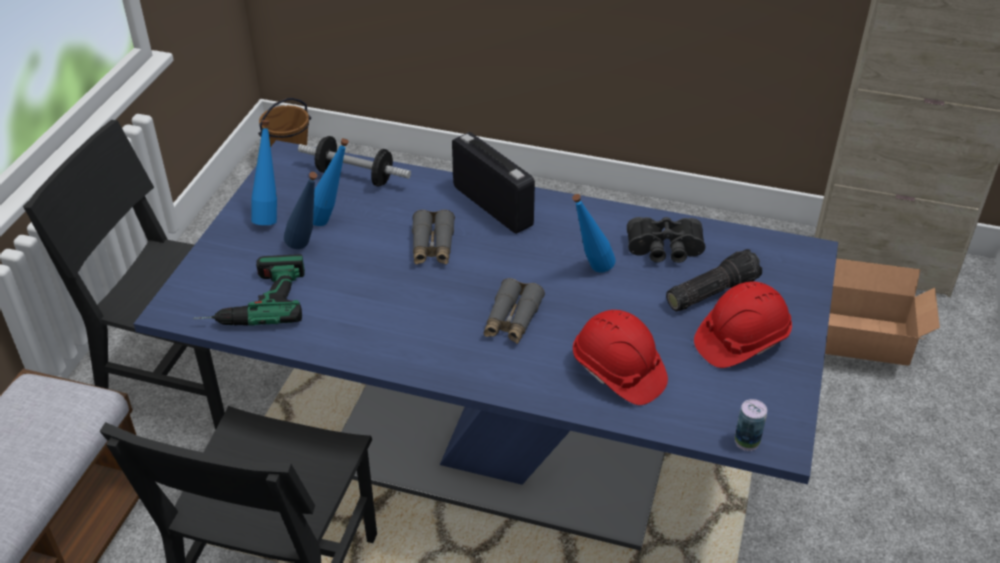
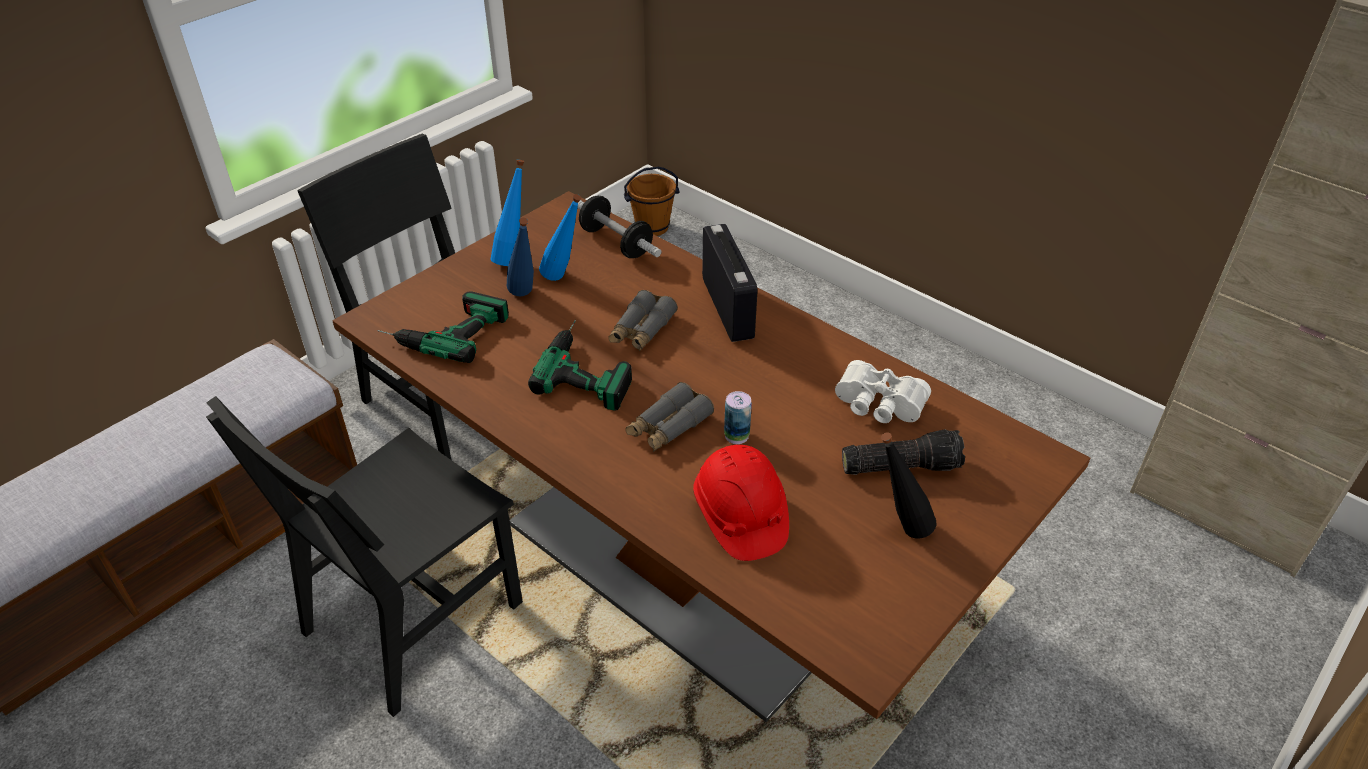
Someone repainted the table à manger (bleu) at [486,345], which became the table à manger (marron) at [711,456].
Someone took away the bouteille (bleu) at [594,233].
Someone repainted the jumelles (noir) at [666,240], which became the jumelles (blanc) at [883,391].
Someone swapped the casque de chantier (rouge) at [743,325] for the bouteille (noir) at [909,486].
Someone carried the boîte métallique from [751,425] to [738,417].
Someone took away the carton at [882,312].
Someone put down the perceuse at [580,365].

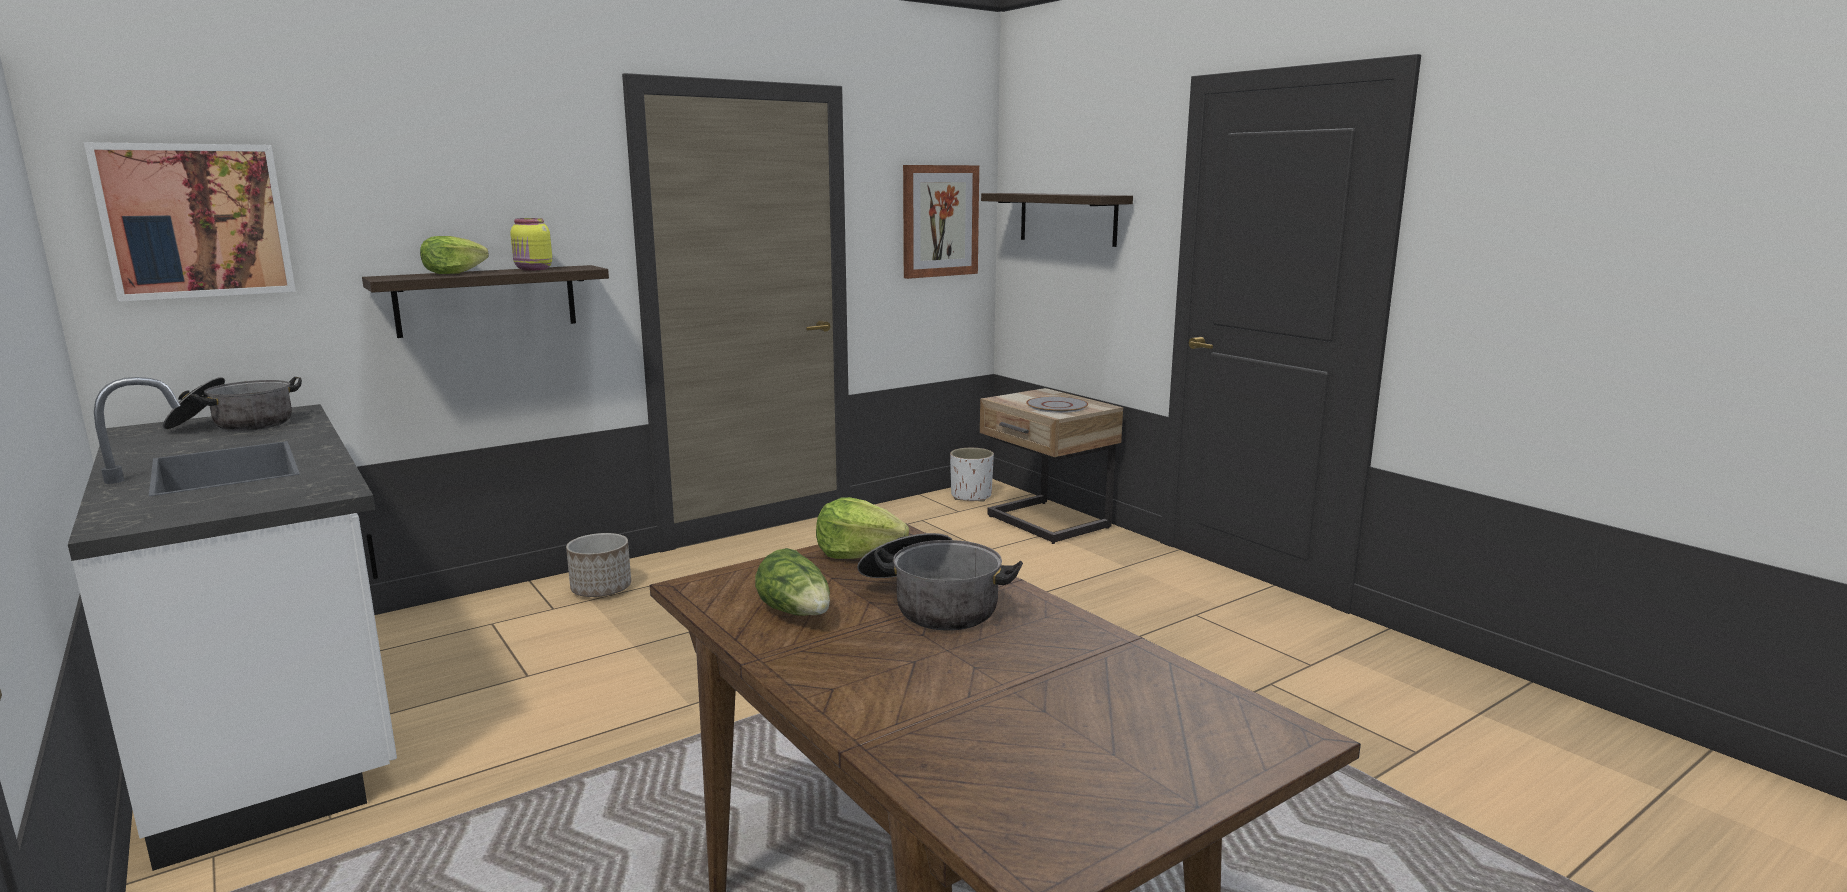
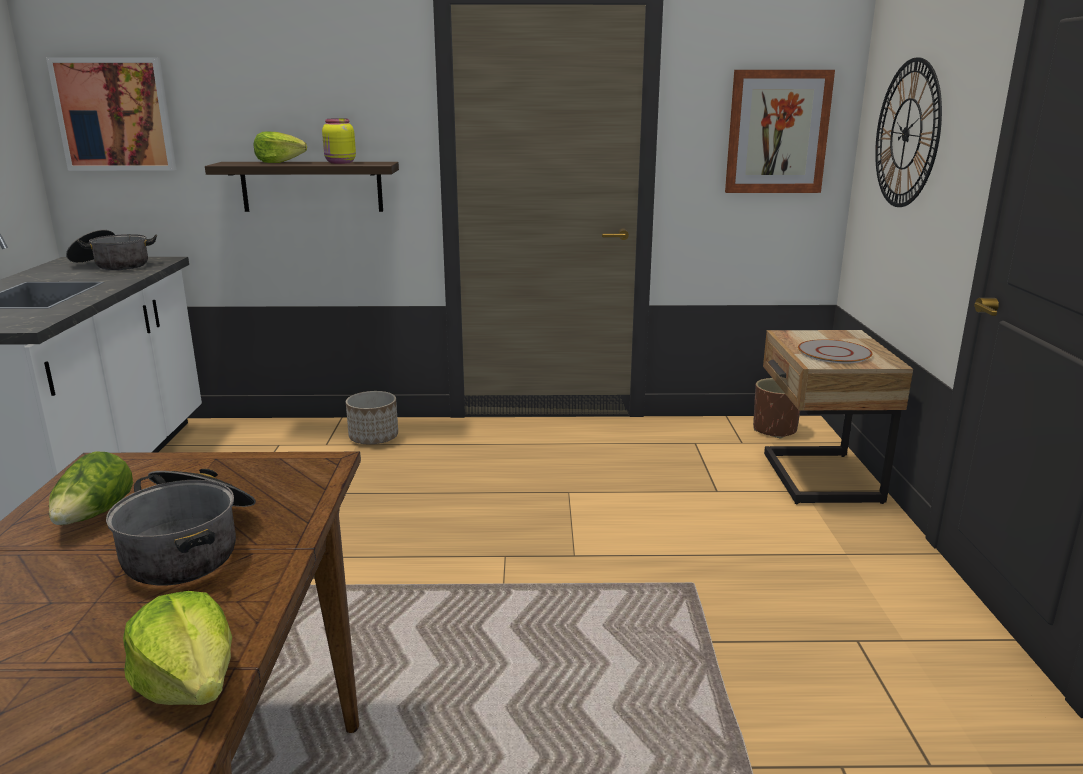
Someone carried the laitue from [862,528] to [177,648].
Someone repainted the cache-pot (blanc) at [972,475], which became the cache-pot (marron) at [776,408].
Someone swapped the étagère at [1057,220] for the horloge murale at [908,132].

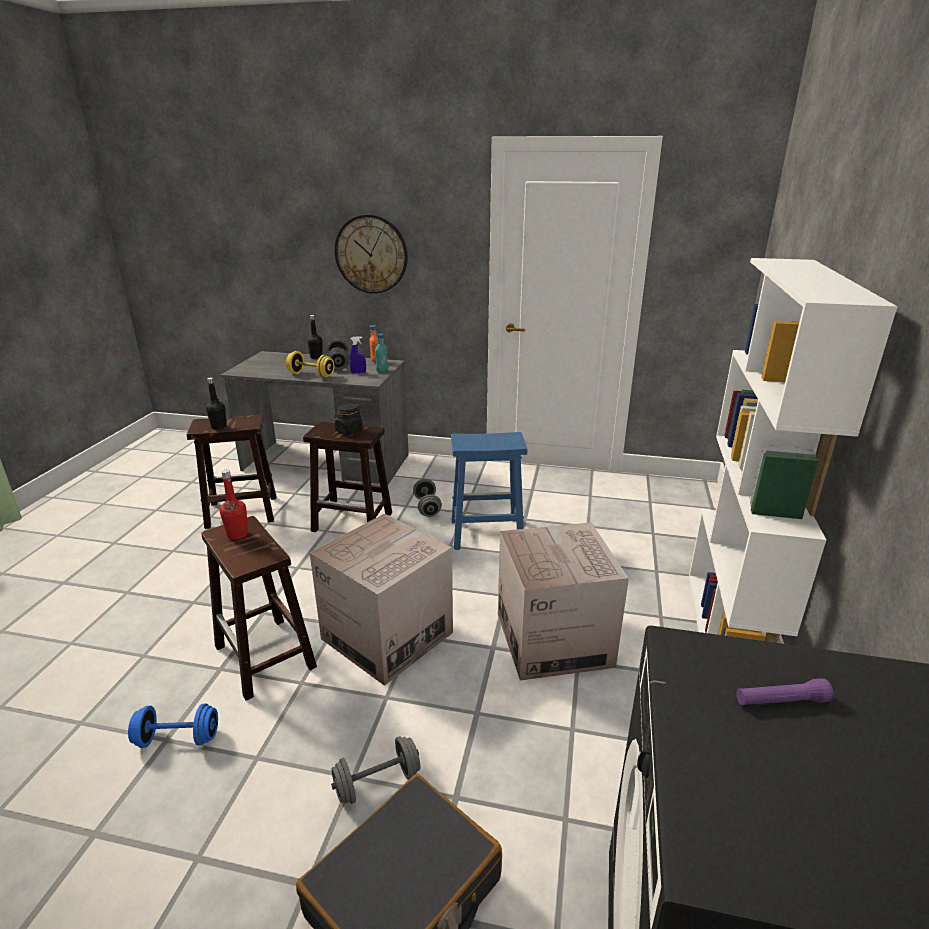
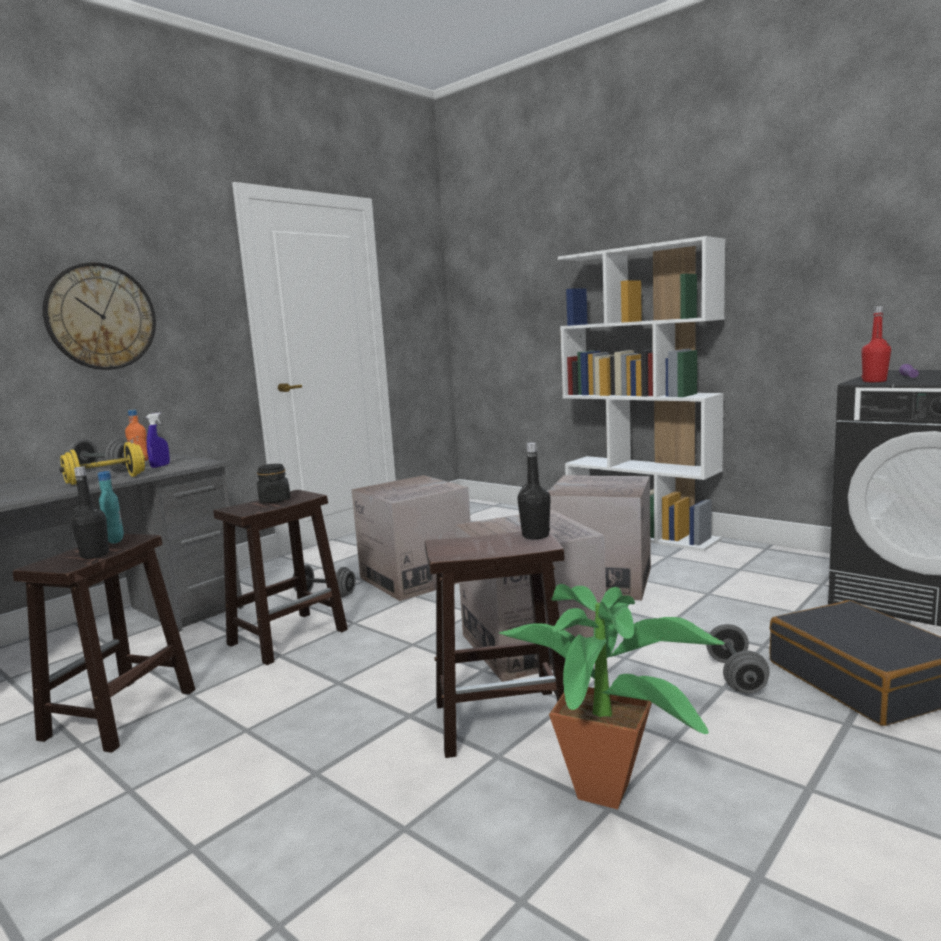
Someone swapped the haltère (bleu) at [173,726] for the plante en pot at [612,696].
Someone carried the bouteille (rouge) from [234,505] to [876,344].
Someone carried the bouteille (noir) from [315,337] to [534,490].
Someone carried the bouteille (turquoise) from [381,353] to [111,507].
Someone swapped the tabouret (bleu) at [489,491] for the carton at [411,538].

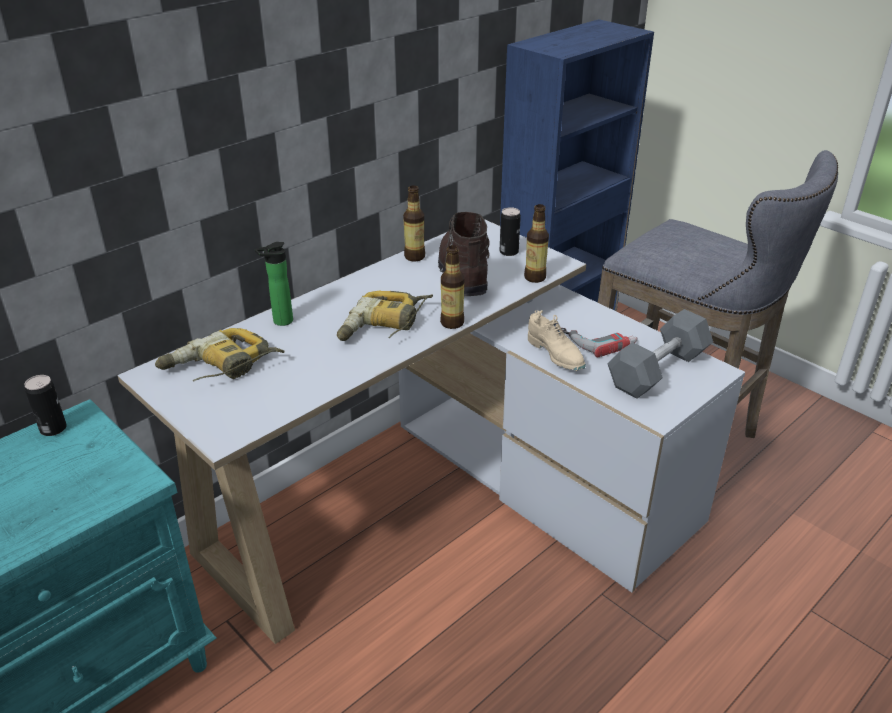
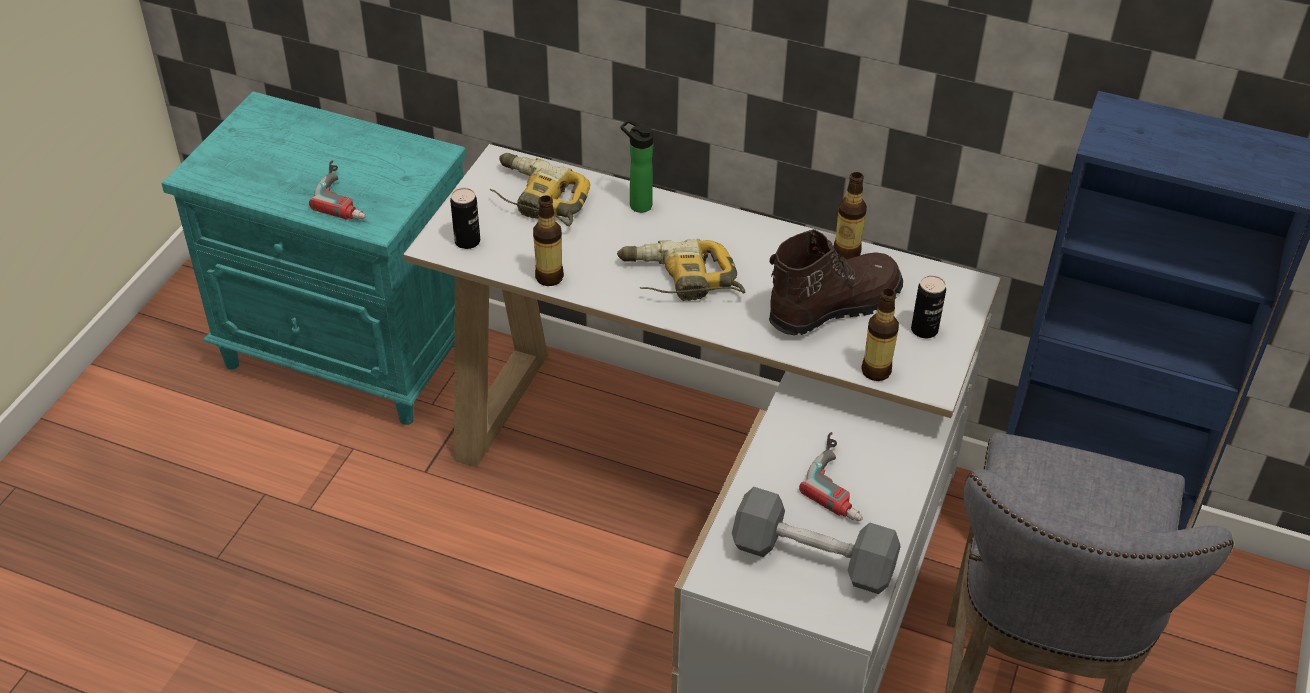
Someone carried the boîte métallique from [45,405] to [465,218].
Someone carried the bouteille from [452,287] to [548,240].
Someone took away the chaussure (beige) at [557,340].
Someone put down the perceuse at [337,190].

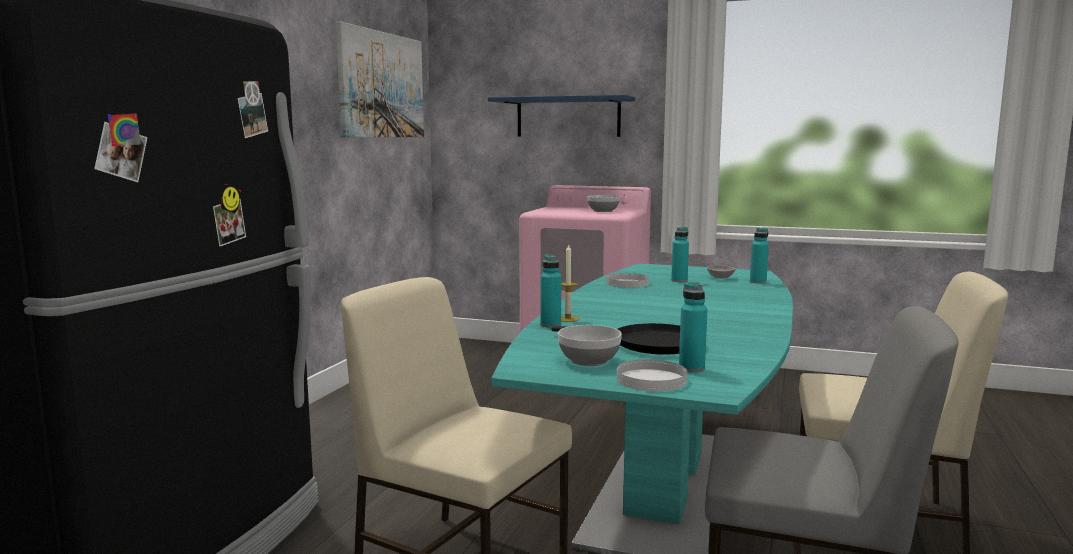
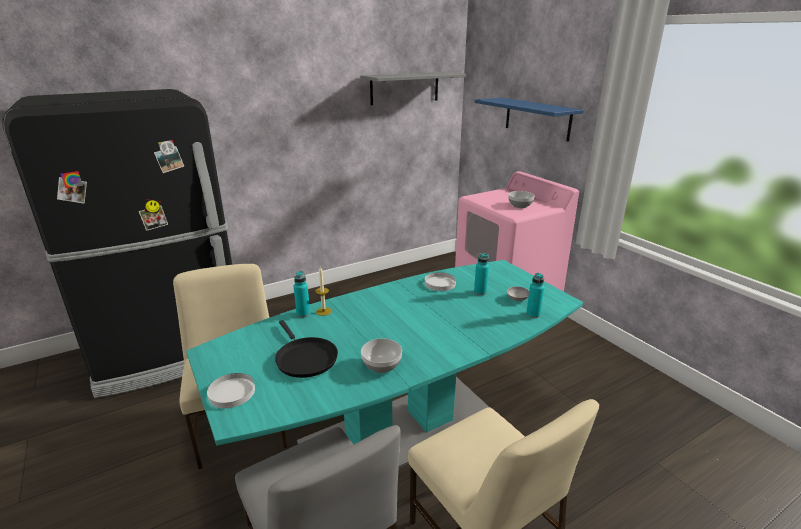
Someone swapped the tableau at [379,79] for the étagère (gris) at [413,88].
Someone carried the bol from [590,345] to [381,355].
Someone took away the bouteille (turquoise) at [693,327].

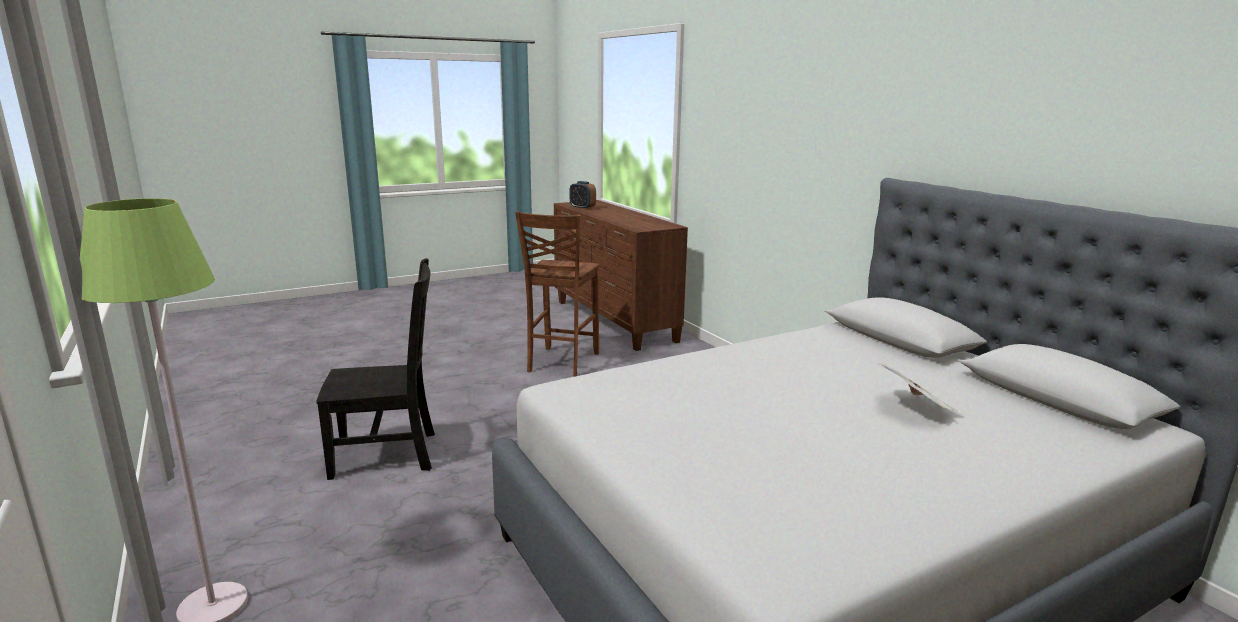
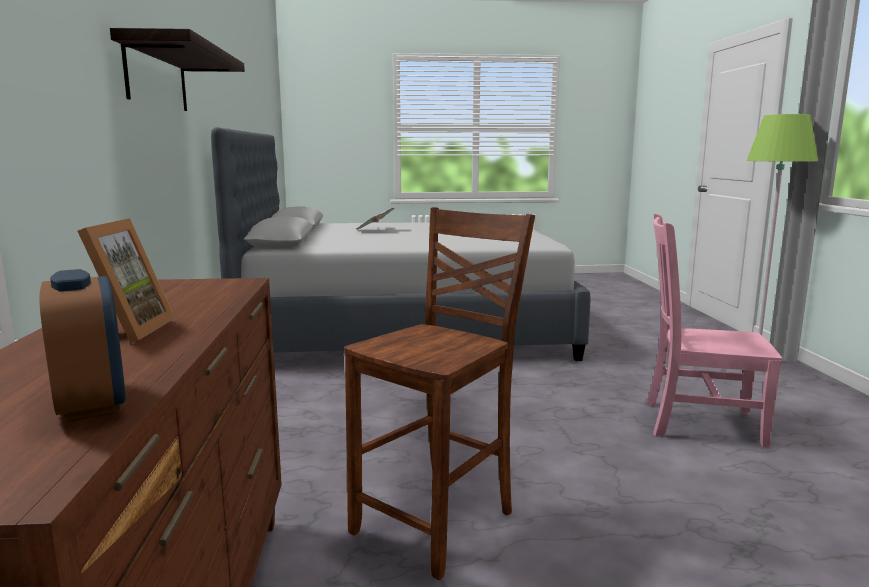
Someone repainted the chaise (noir) at [375,369], which became the chaise (rose) at [714,330].
Someone put down the cadre photo at [126,280].
Someone put up the étagère at [177,69].

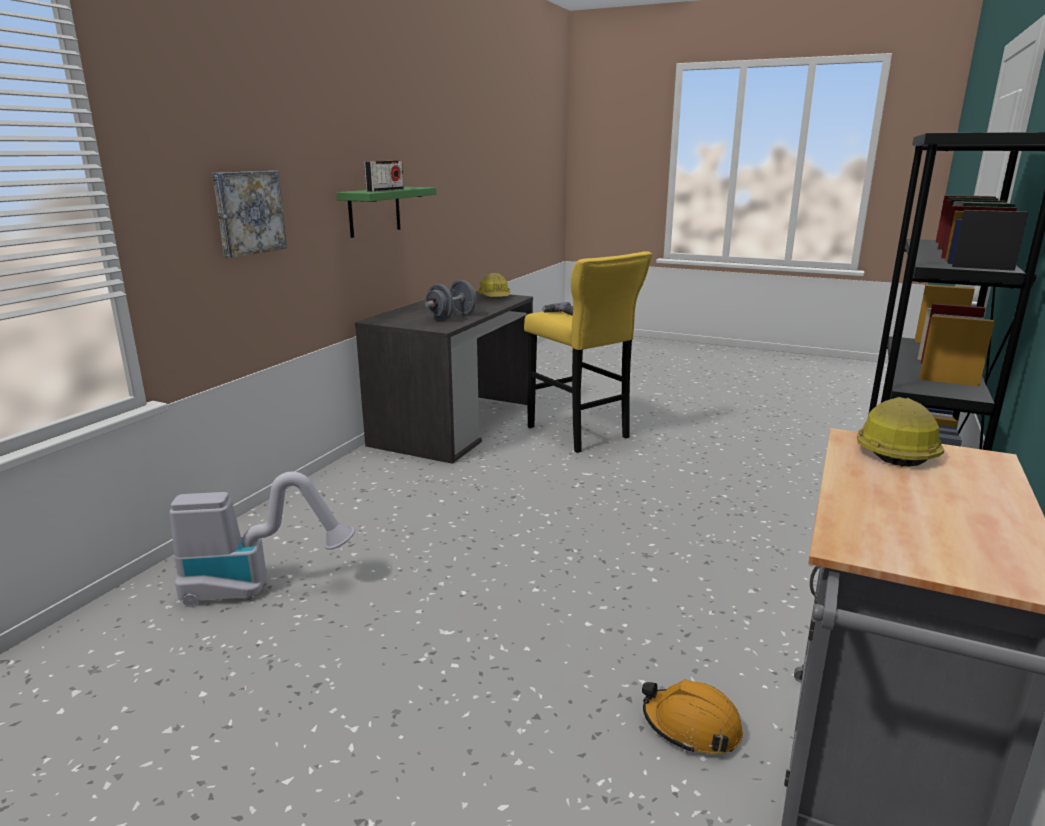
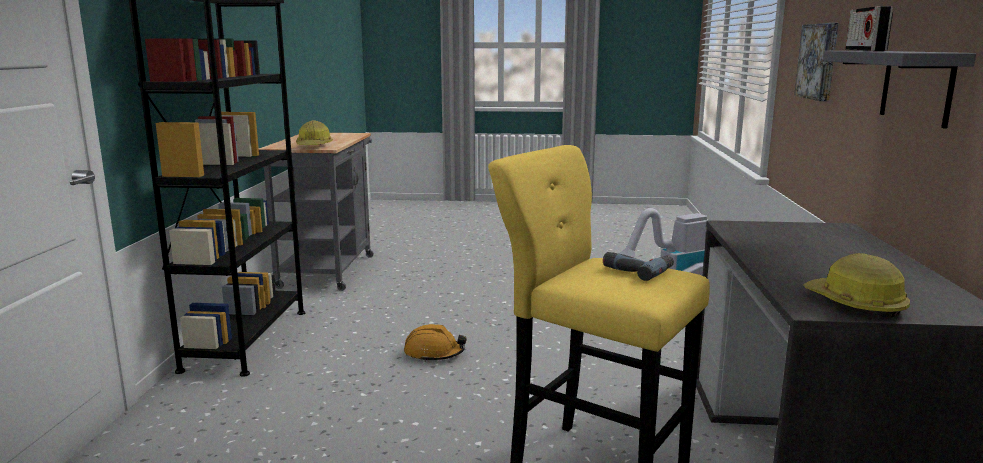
Someone repainted the étagère (vert) at [386,212], which became the étagère (gris) at [899,90].
Someone took away the haltère (gris) at [451,300].
Someone carried the casque de chantier (orange) from [692,716] to [435,343].

